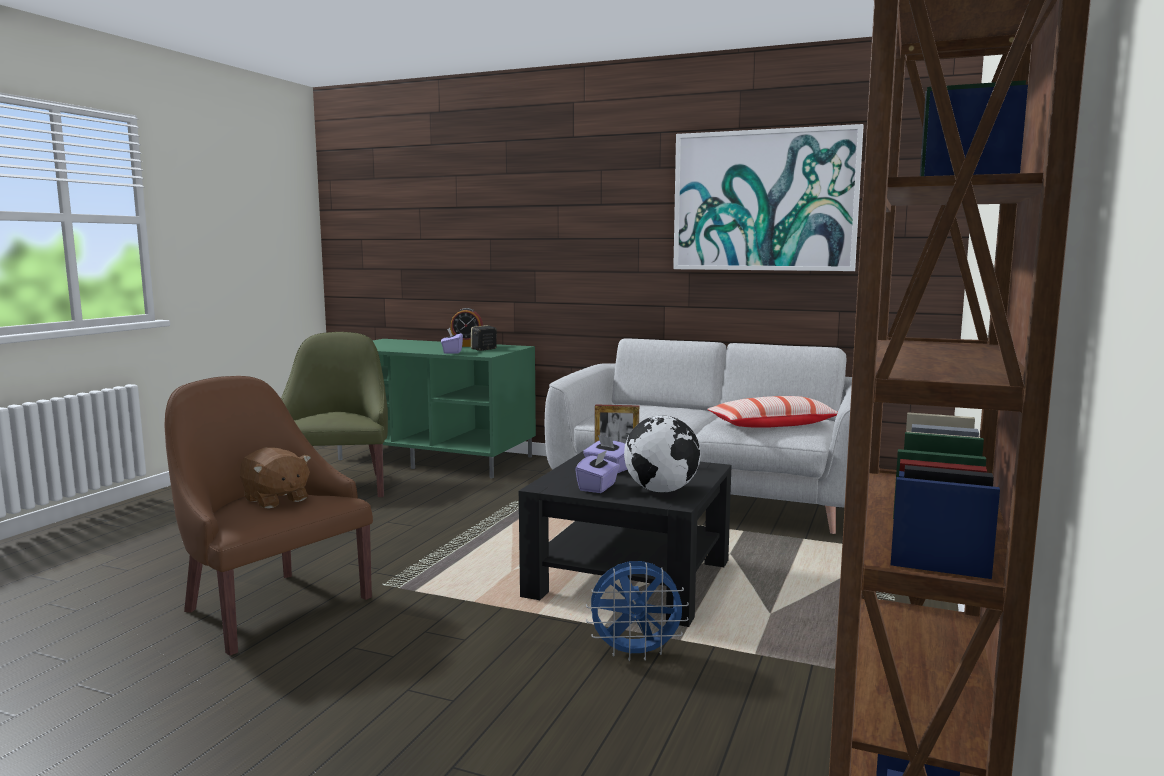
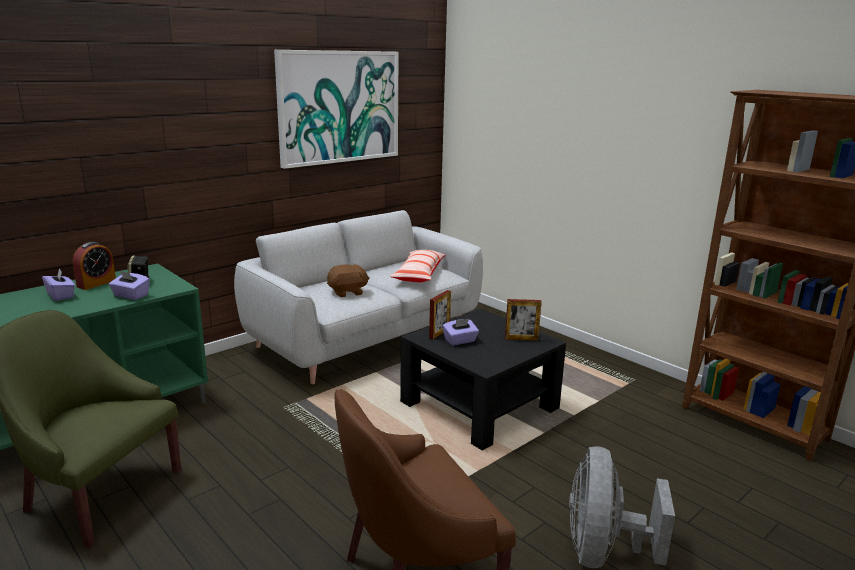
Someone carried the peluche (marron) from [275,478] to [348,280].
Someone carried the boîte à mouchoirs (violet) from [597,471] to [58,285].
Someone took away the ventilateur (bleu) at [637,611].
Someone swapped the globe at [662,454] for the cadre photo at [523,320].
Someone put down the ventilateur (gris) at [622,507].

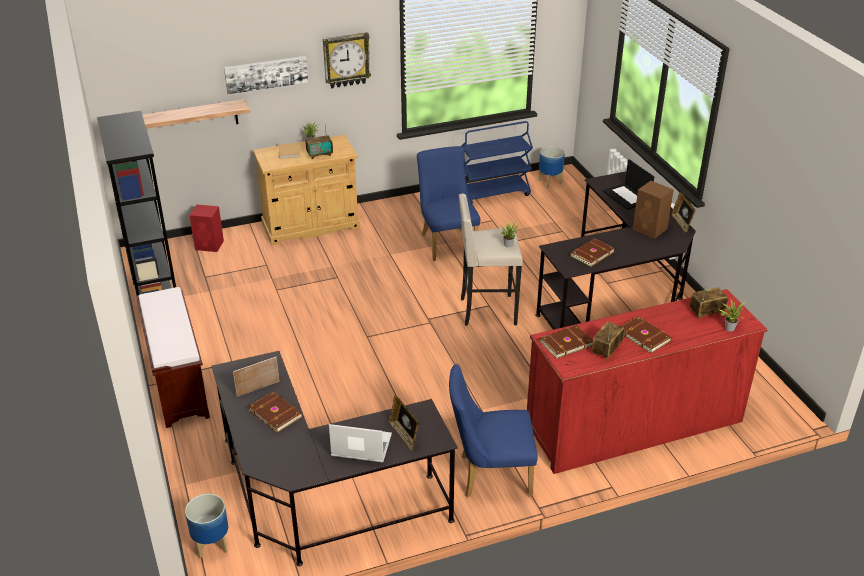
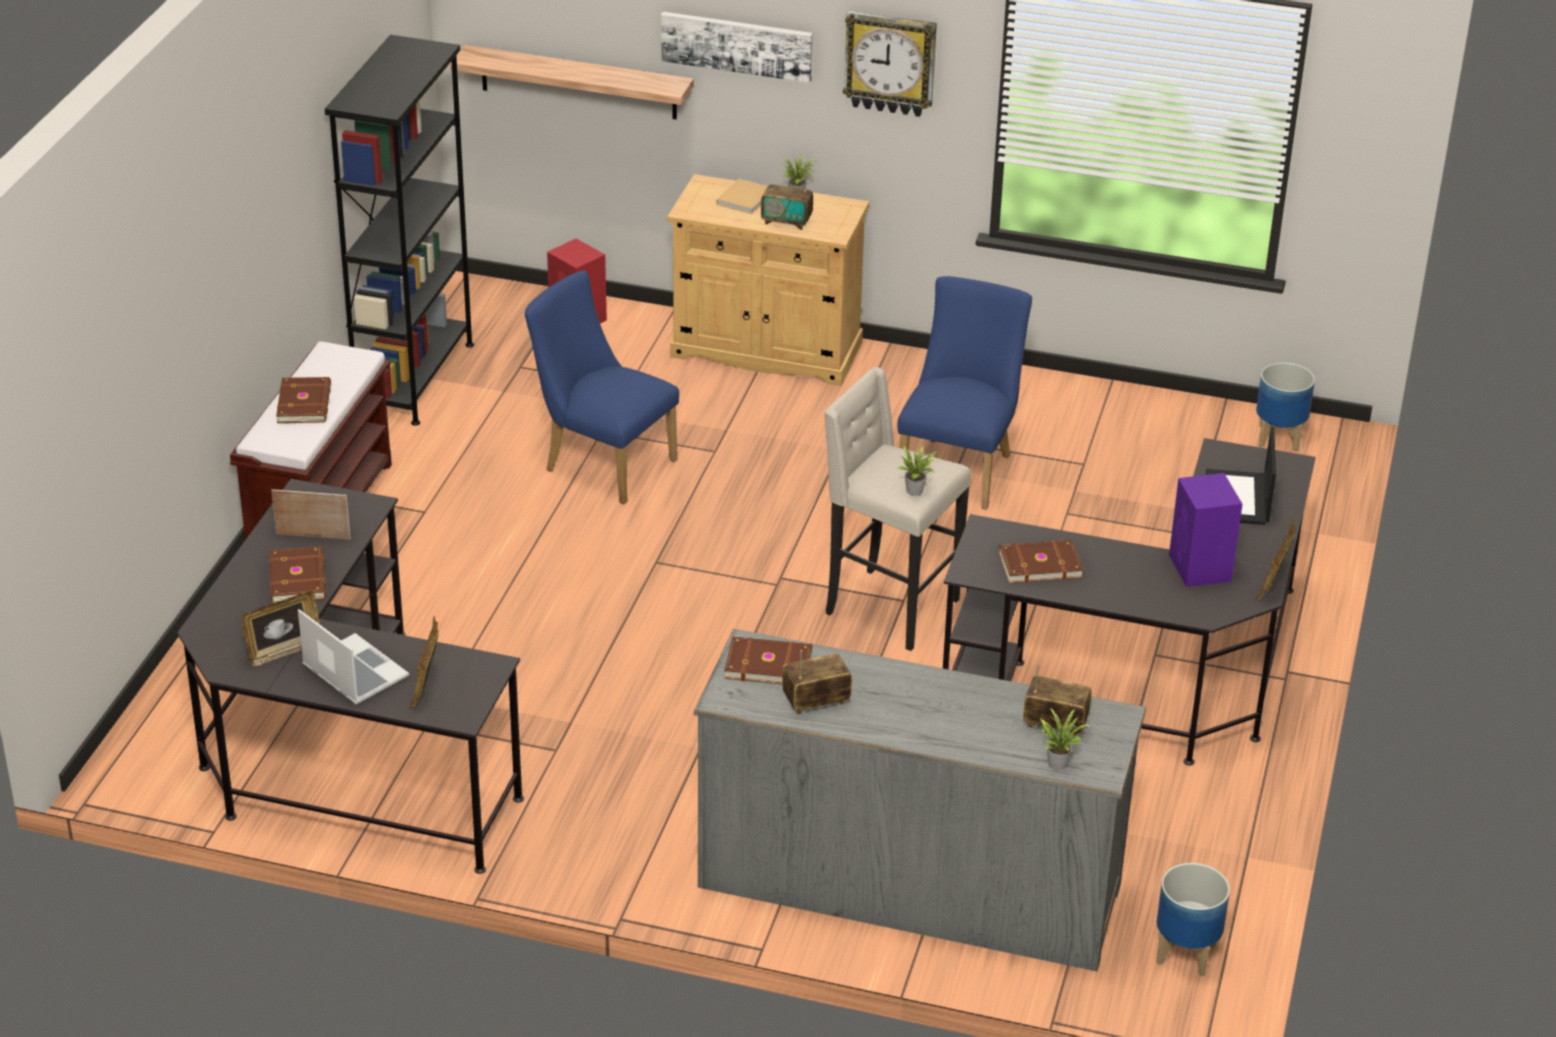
Someone carried the cache-pot from [206,526] to [1193,920].
Someone carried the chaise (bleu) from [493,430] to [602,387].
Someone took away the chariot (bleu) at [497,162].
Someone repainted the commode (rouge) at [647,381], which became the commode (gris) at [920,800].
Someone carried the livre (marron) from [646,334] to [303,400].
Someone repainted the enceinte (marron) at [653,210], which became the enceinte (violet) at [1205,530].
Someone put down the cadre photo at [280,629].

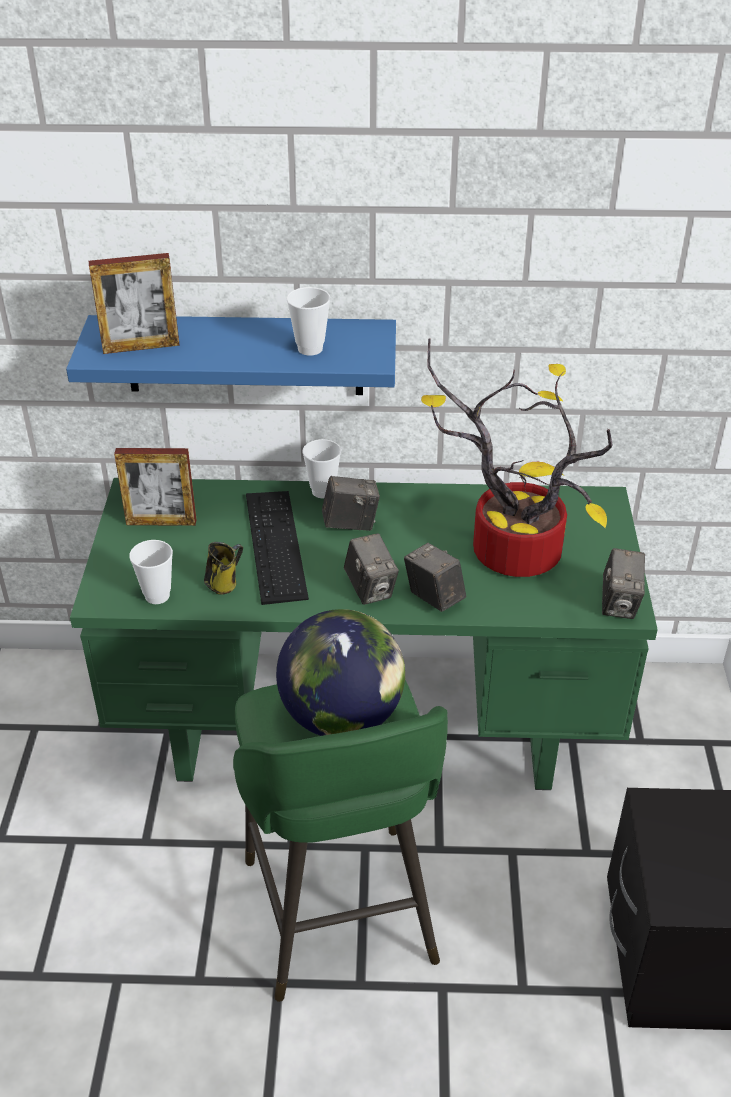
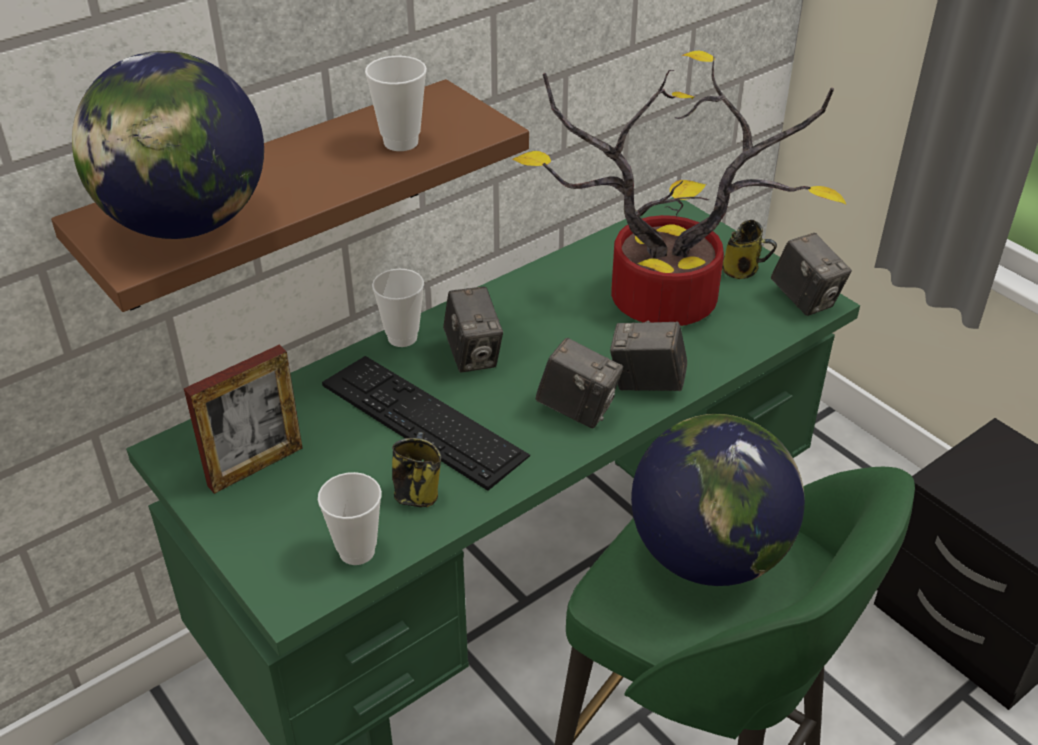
Someone repainted the étagère (bleu) at [231,355], which became the étagère (marron) at [290,195].
Someone swapped the cadre photo at [134,303] for the globe at [168,145].
Someone rotated the appareil photo at [351,503] by 120 degrees clockwise.
Someone put down the mug at [749,249].

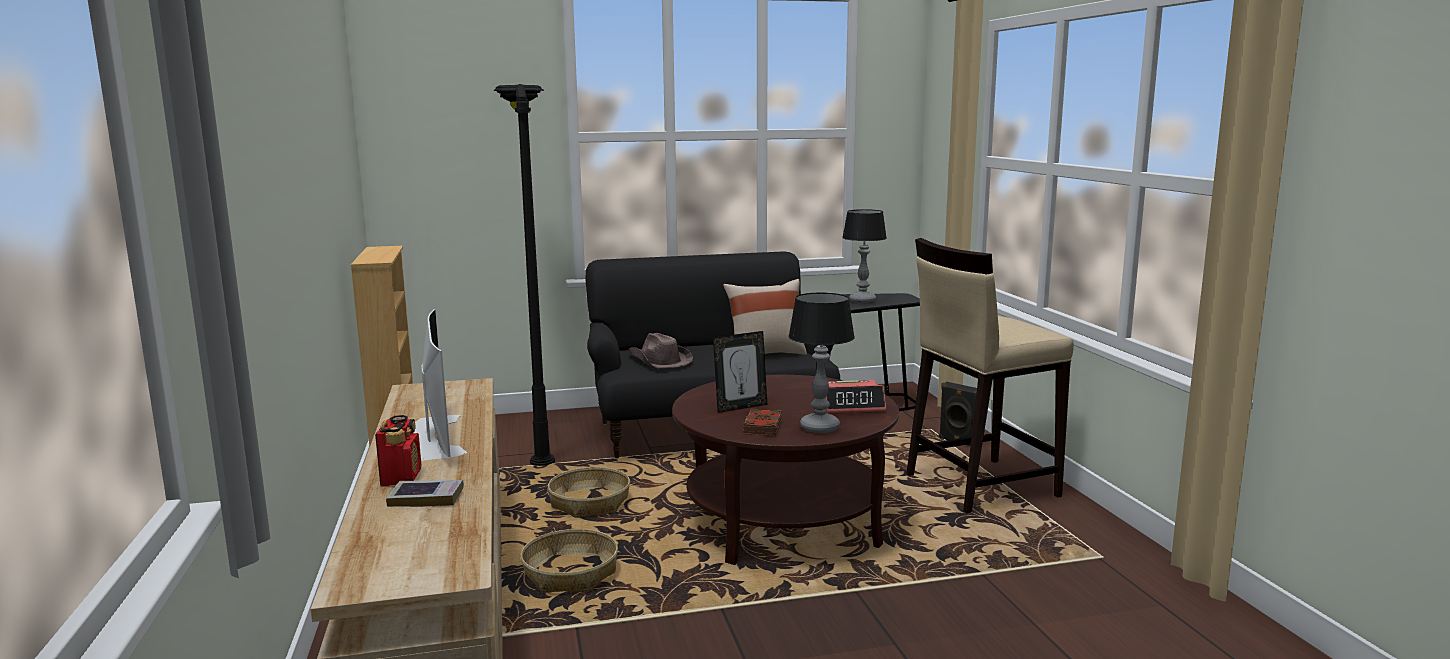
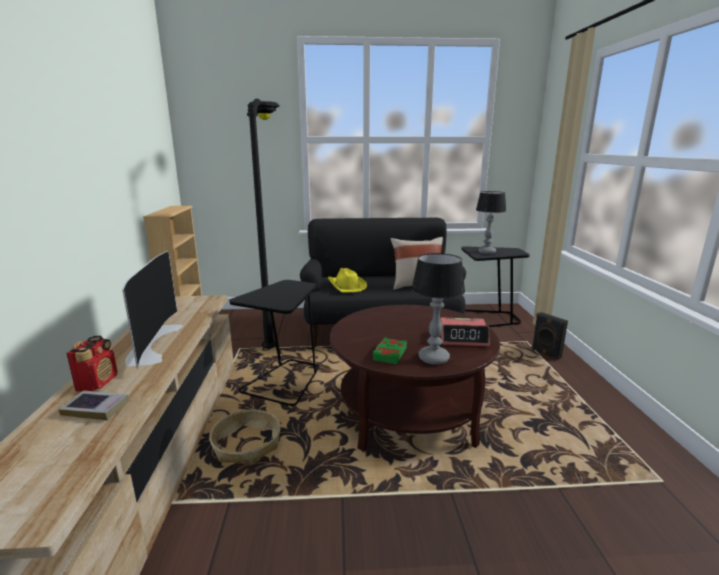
Someone swapped the panier at [589,492] for the table d'appoint (noir) at [274,343].
Someone repainted the chapeau (marron) at [660,350], which became the chapeau (jaune) at [347,280].
Someone took away the cadre photo at [740,372].
Someone repainted the livre (marron) at [762,422], which became the livre (vert) at [389,350].
Someone took away the tabouret (beige) at [990,375].

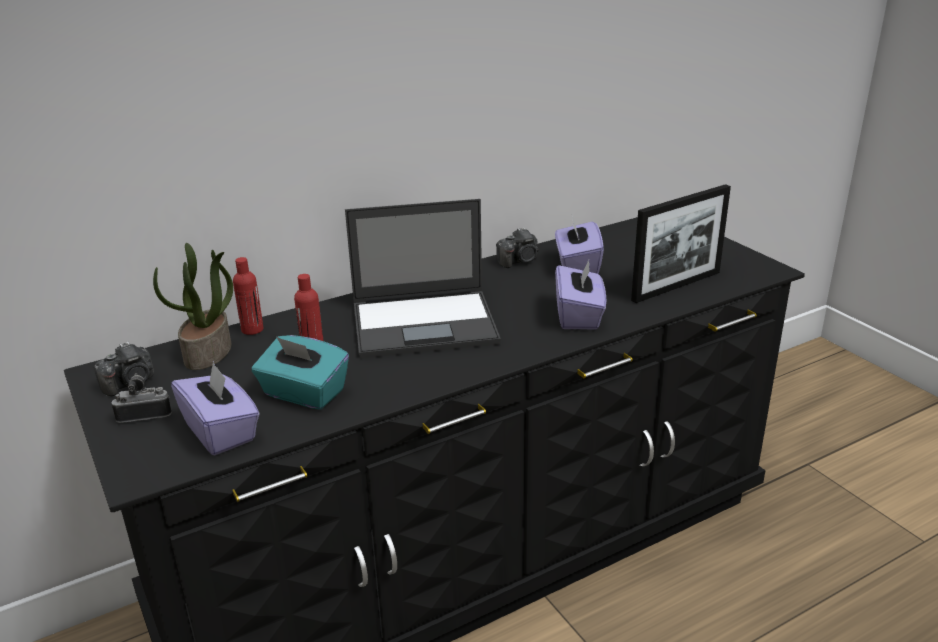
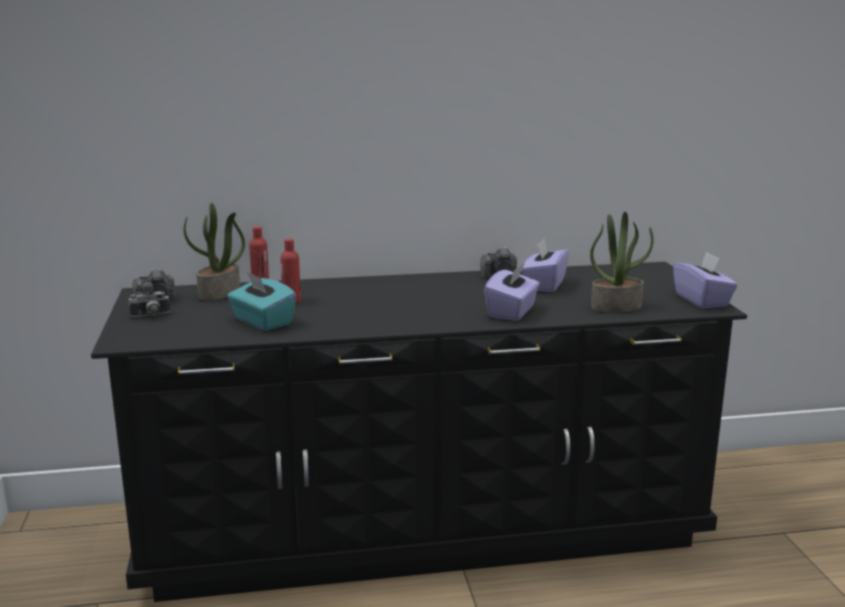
Someone rotated the appareil photo at [142,398] by 150 degrees clockwise.
Someone carried the boîte à mouchoirs (violet) from [215,408] to [705,280].
Someone took away the ordinateur portable at [423,278].
Someone swapped the cadre photo at [681,243] for the plante en pot at [622,262].

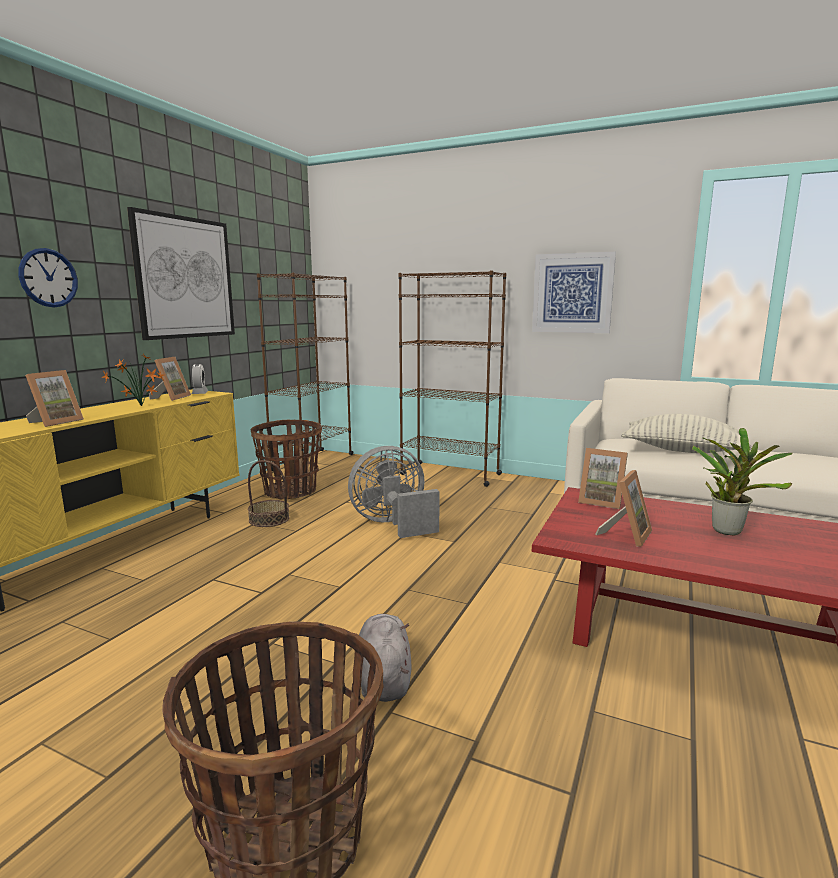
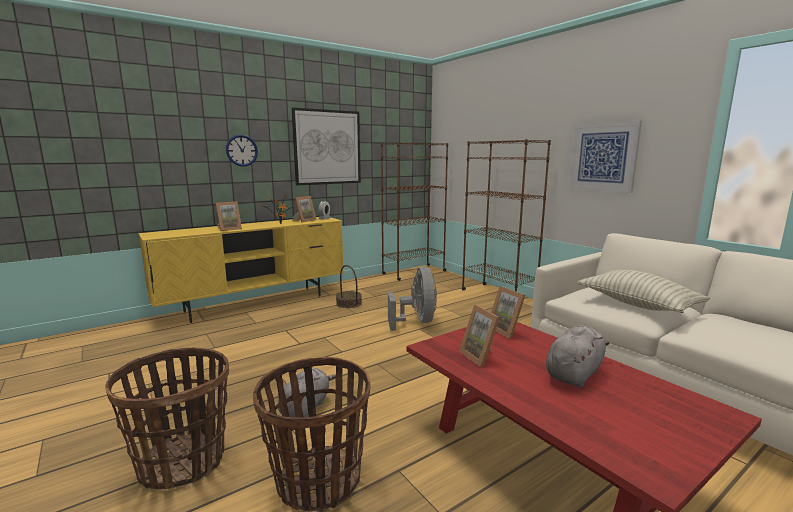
Someone carried the panier from [286,459] to [312,434].
Someone rotated the ventilateur (gris) at [394,492] by 75 degrees clockwise.
Someone rotated the cadre photo at [623,508] by 90 degrees clockwise.
Someone swapped the plante en pot at [742,481] for the peluche (gris) at [578,356].

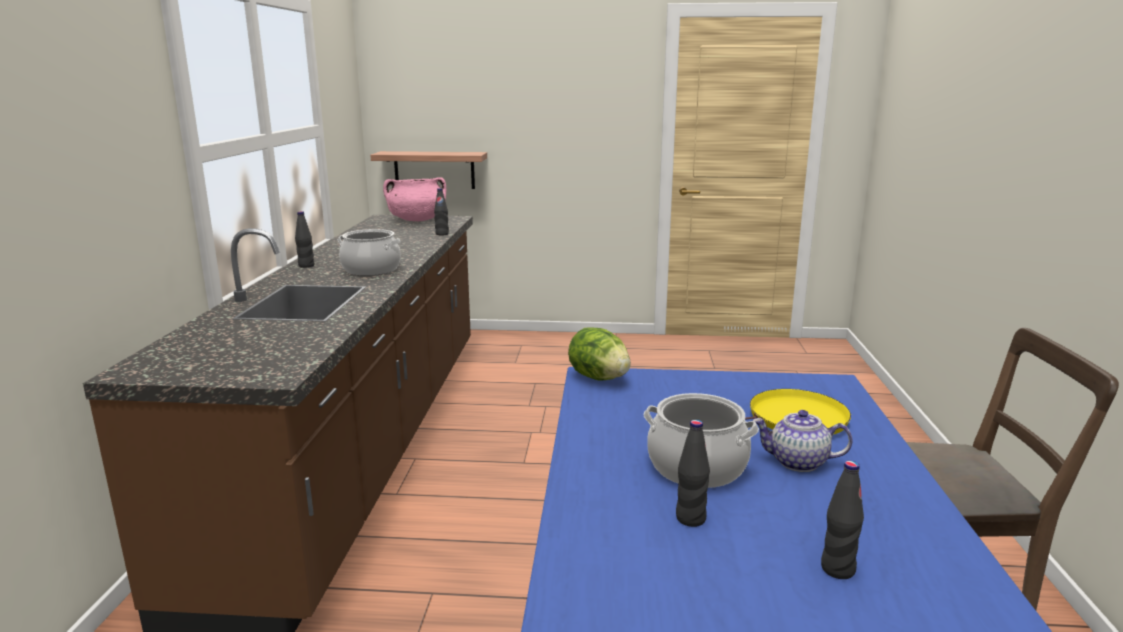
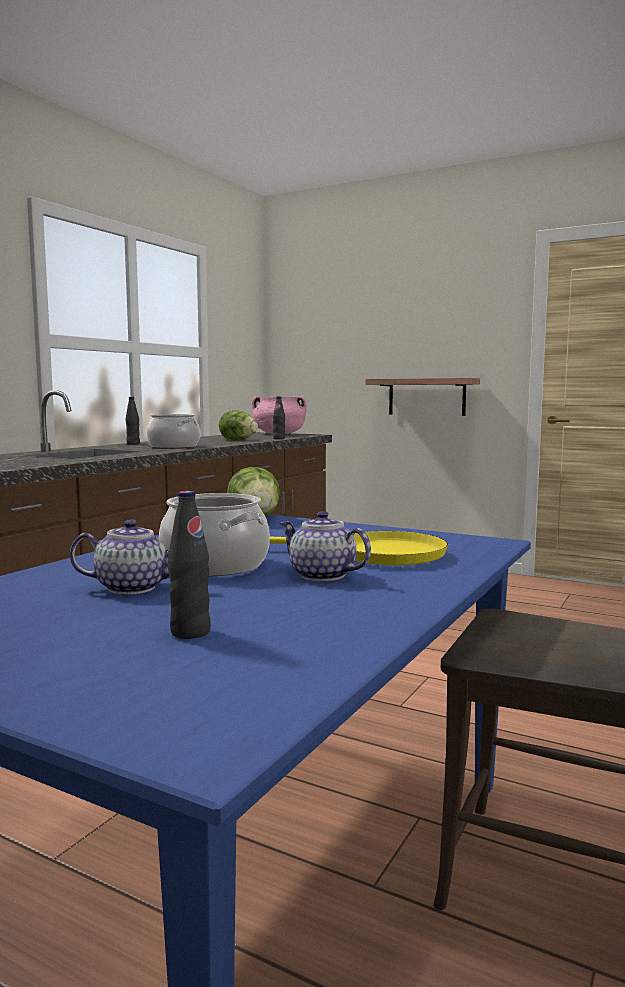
Someone carried the étagère from [428,170] to [422,397].
Someone swapped the bouteille (noir) at [693,473] for the théière at [120,557].
Someone put down the laitue at [238,425].

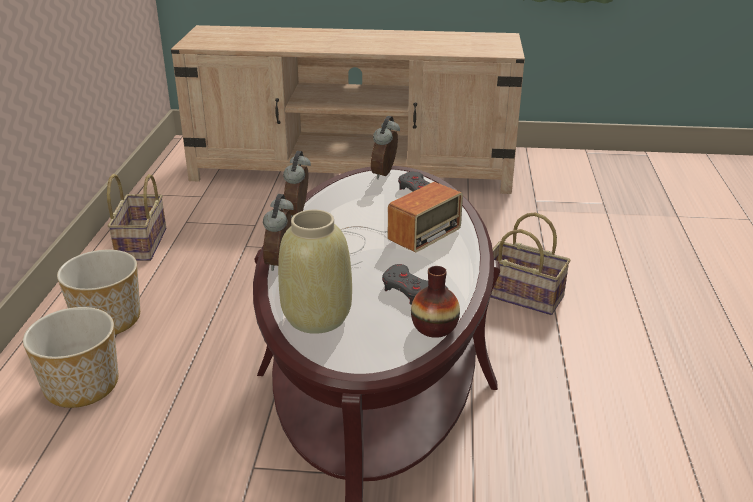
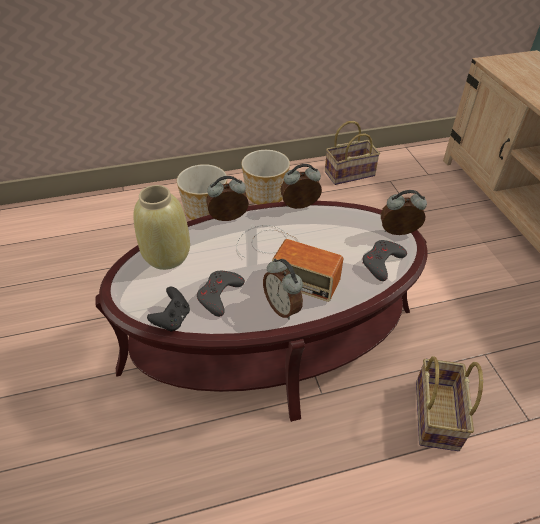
Someone swapped the vase at [435,302] for the manette (noir) at [168,309].
Someone put down the réveil at [283,289].

